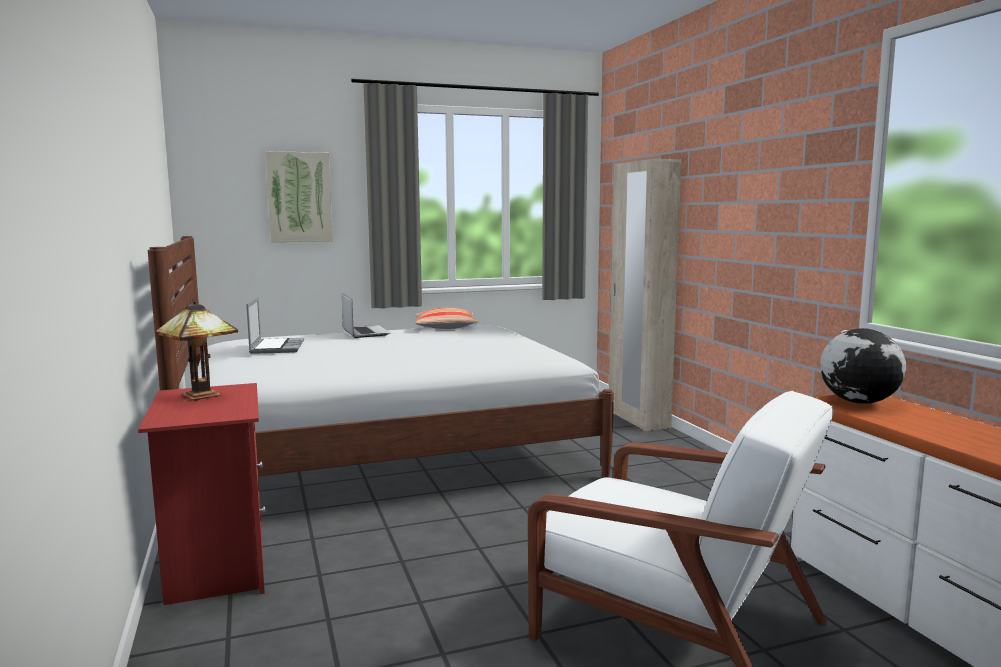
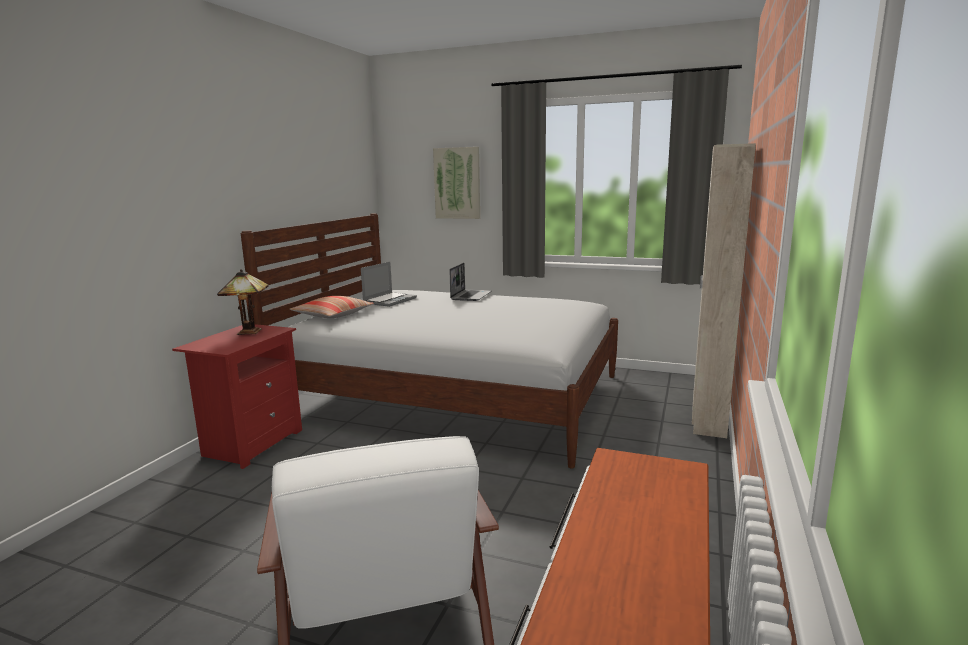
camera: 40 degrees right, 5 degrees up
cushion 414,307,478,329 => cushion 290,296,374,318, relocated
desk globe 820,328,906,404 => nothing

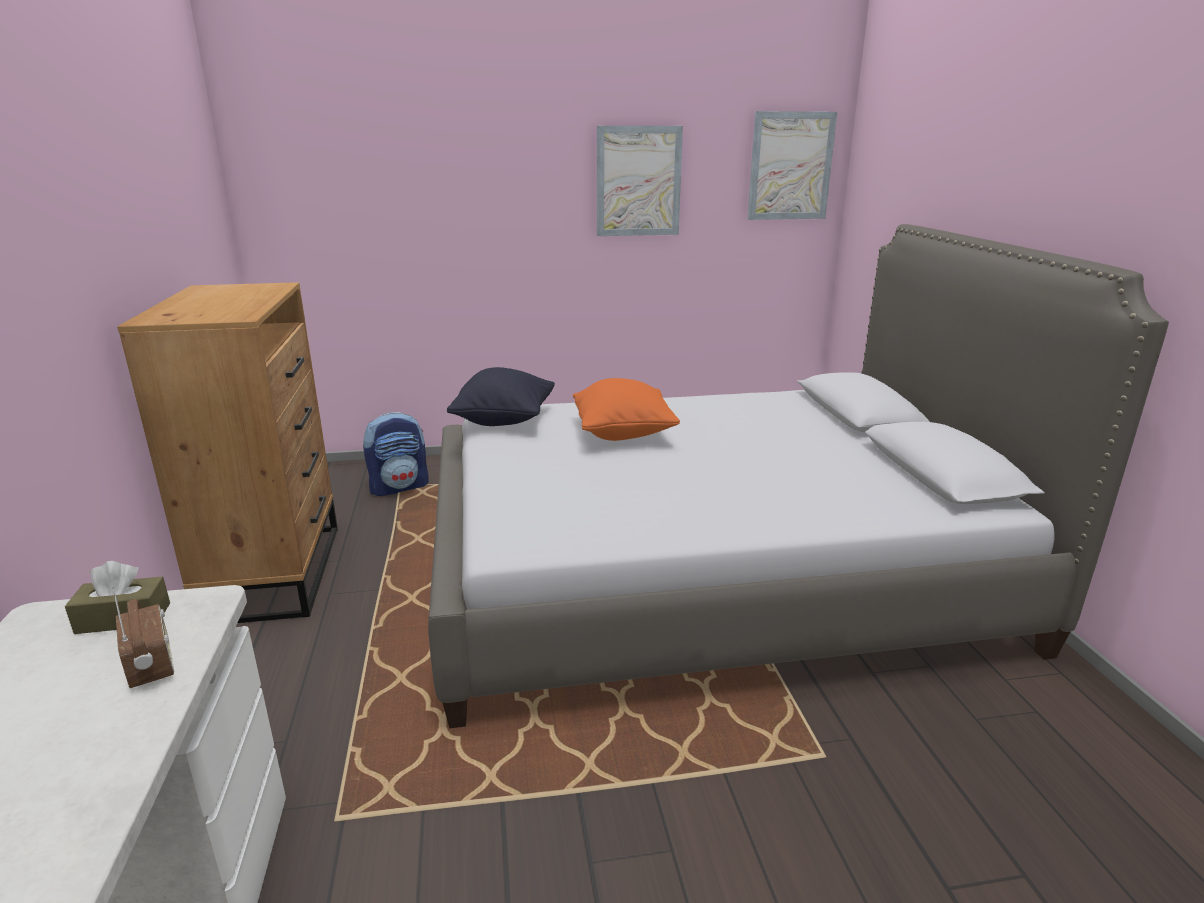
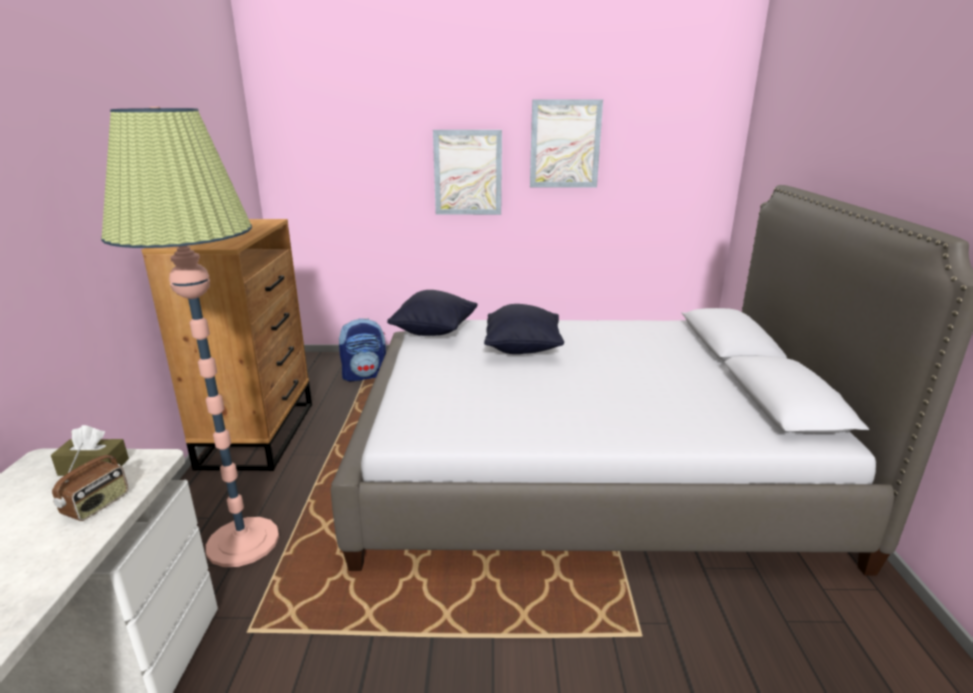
camera: 10 degrees right, 0 degrees up
radio 112,587,174,688 => radio 52,443,128,521, 45 degrees clockwise
nothing => floor lamp 101,107,279,567
wall picture 747,111,837,220 => wall picture 433,130,502,215, relocated
orangey cushion 573,378,680,441 => blackish cushion 484,304,564,354

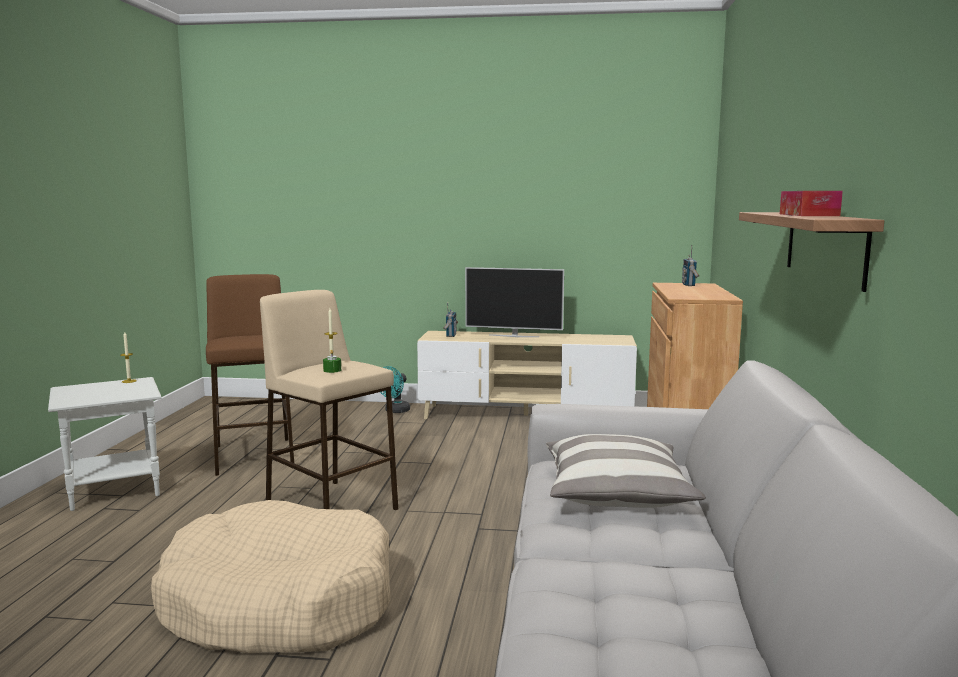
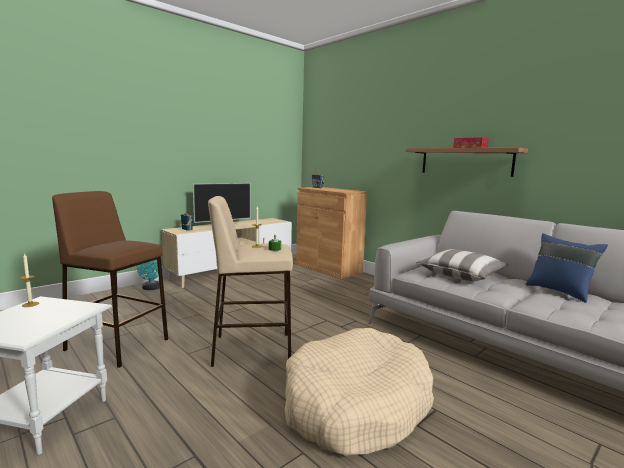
camera: 50 degrees left, 0 degrees up
nothing => bluish cushion 526,233,608,303

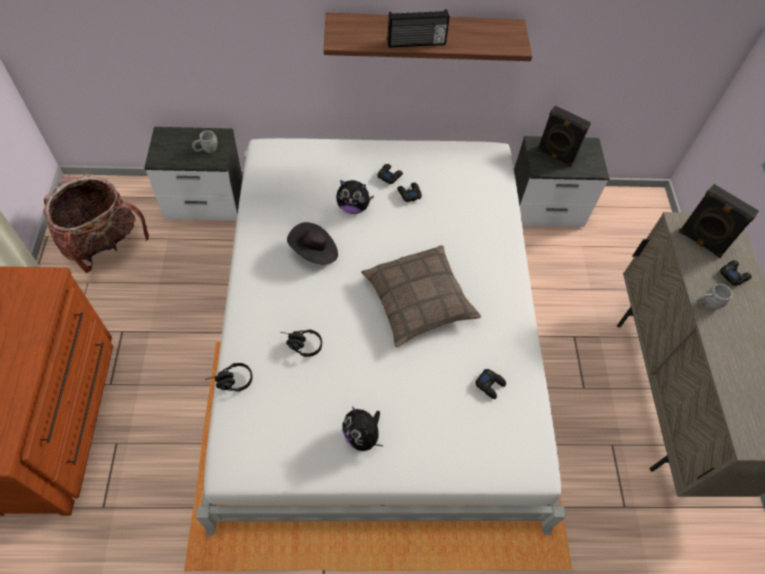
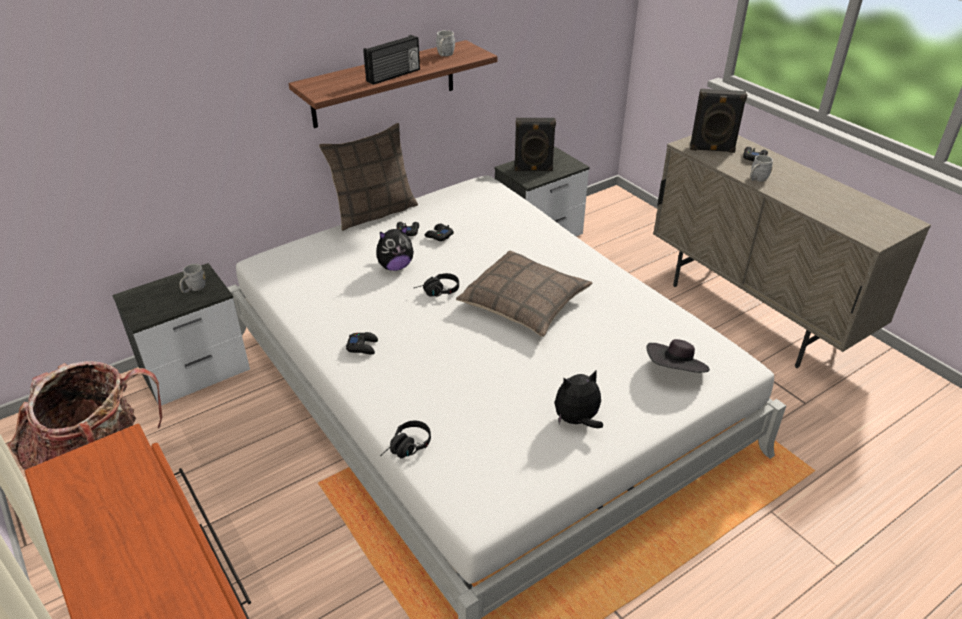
camera: 30 degrees left, 20 degrees down
nothing => cushion 319,123,418,231
blackish gamepad 475,369,506,399 => blackish gamepad 346,332,378,355, relocated
blackish pair of headphones 280,329,322,357 => blackish pair of headphones 414,273,459,297, relocated
nothing => greyish coffee mug 436,30,455,56
cuddly toy 342,406,384,451 => cuddly toy 555,369,603,428, 135 degrees clockwise
blackish hat 287,222,338,264 => blackish hat 646,339,710,373, relocated

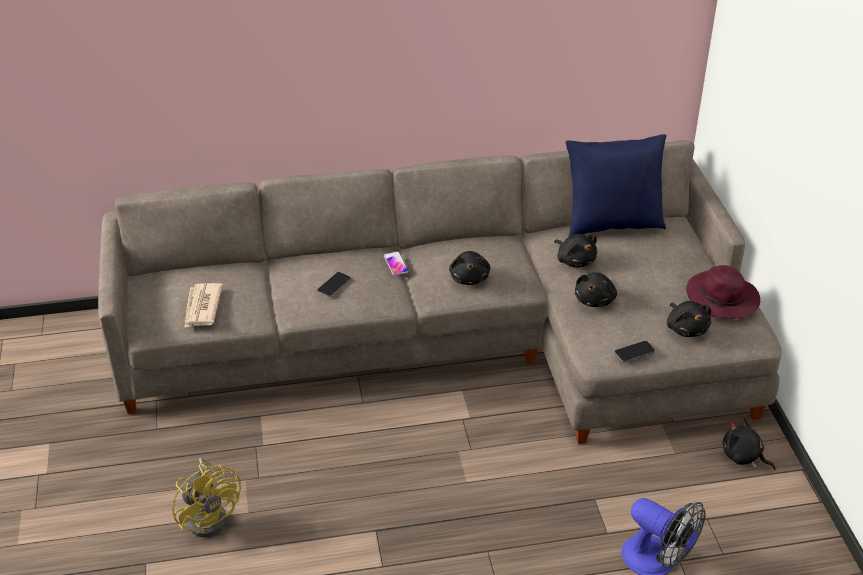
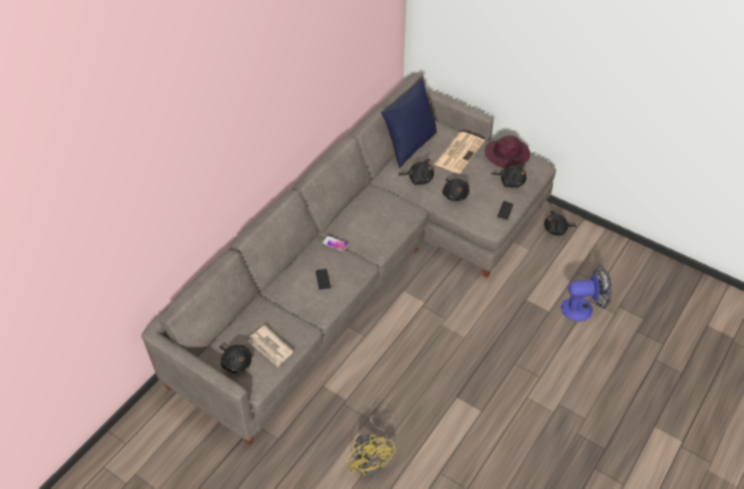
camera: 45 degrees left, 10 degrees up
blackish cuddly toy 449,251,490,285 => blackish cuddly toy 220,345,252,373, relocated
yellowish electric fan 172,457,241,537 => yellowish electric fan 347,415,396,476, 60 degrees clockwise
nothing => newspaper 434,132,485,174

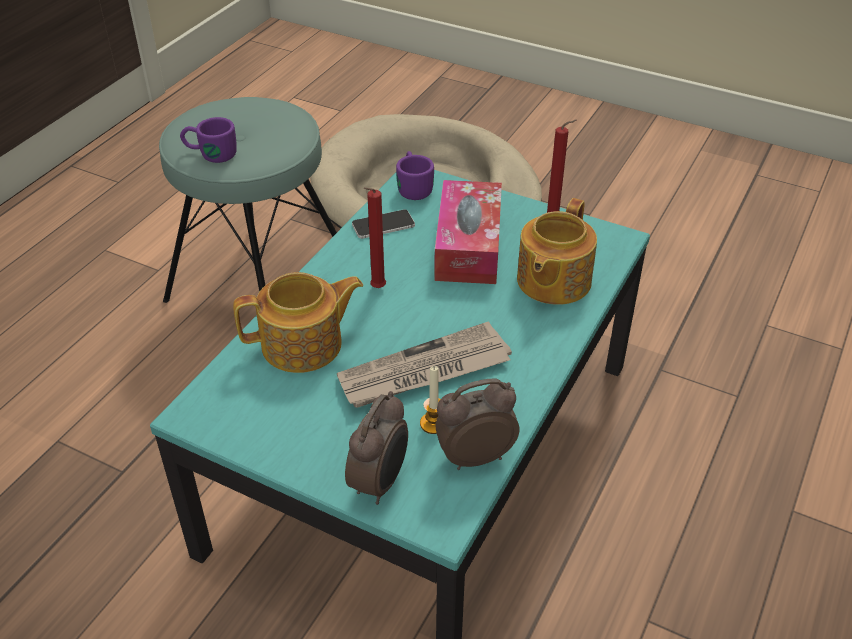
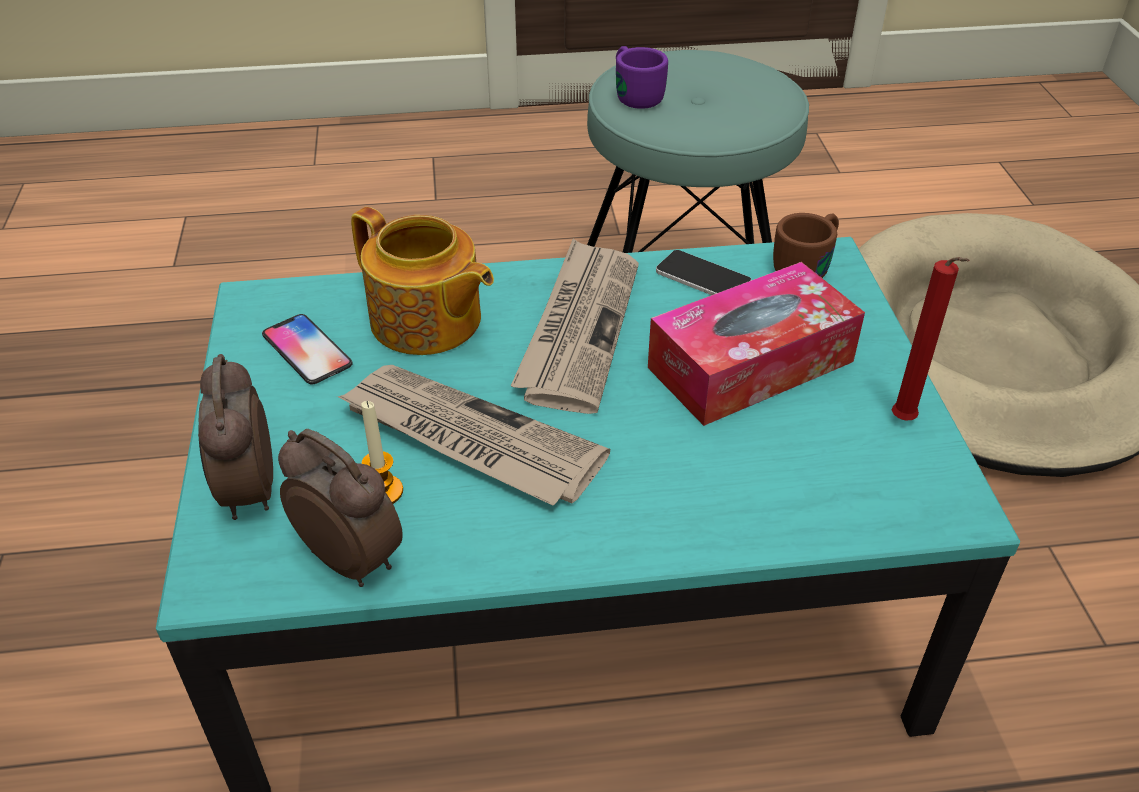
camera: 55 degrees right, 0 degrees up
bedside clock 345,391,408,505 => bedside clock 198,354,273,520, 90 degrees clockwise
nothing => phone 262,314,352,384
red wax candle 363,187,386,288 => newspaper 511,238,639,414
purplish coffee mug 396,151,434,200 => brown-coloured coffee mug 773,213,839,278
pot for tea 517,198,597,305 => nothing

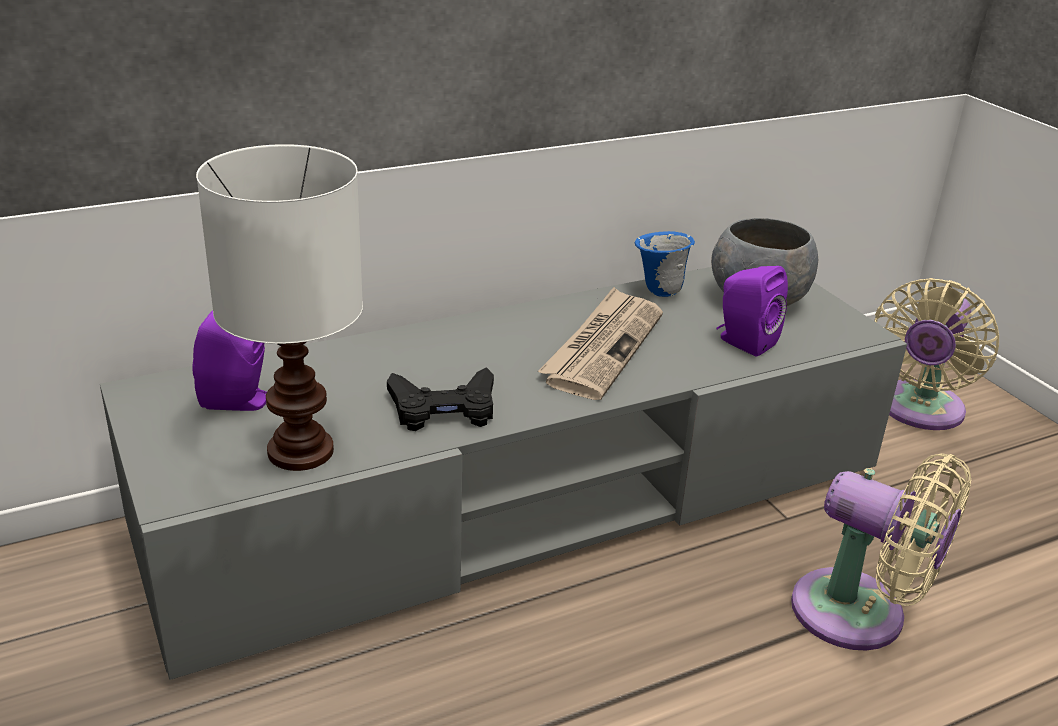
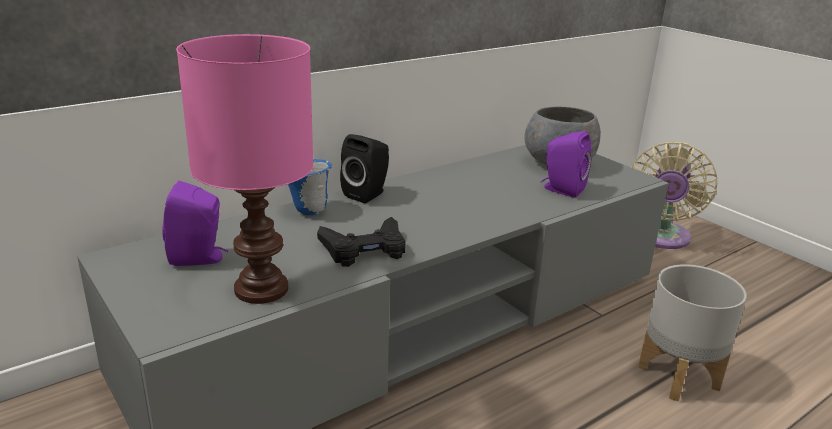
camera: 10 degrees left, 5 degrees down
white-coloured table lamp 196,144,363,471 => pink table lamp 176,34,314,304
bluish coffee mug 634,231,695,297 => bluish coffee mug 288,159,332,215, relocated
nothing => blackish speaker 340,134,389,203
beige-coloured electric fan 791,453,971,651 => greyish flower pot 638,264,747,401
newspaper 538,287,663,400 => nothing

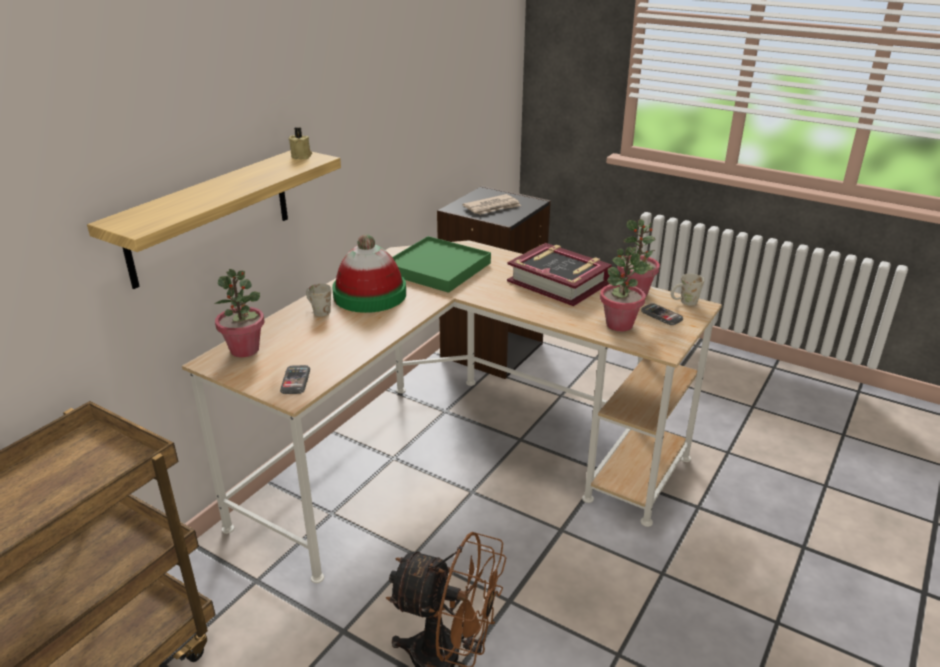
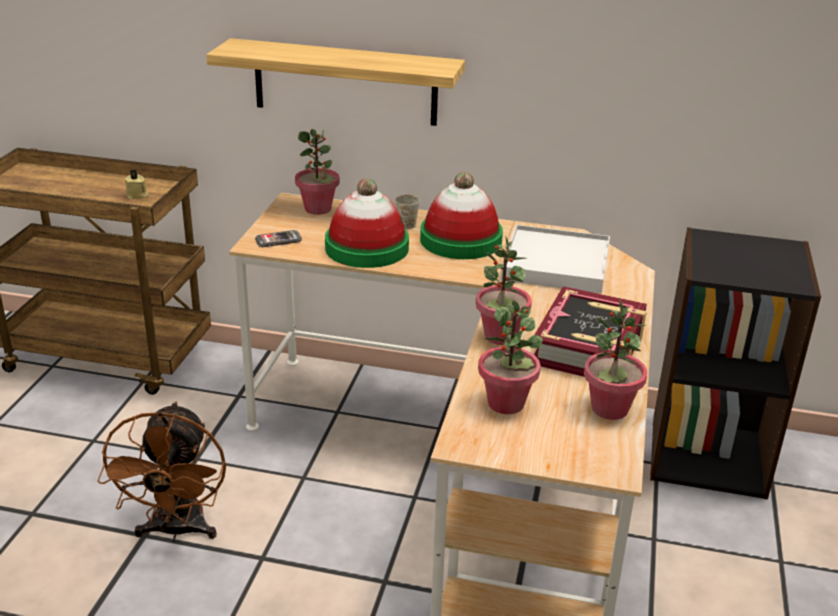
camera: 70 degrees right, 0 degrees up
beige-coloured wax candle 288,127,312,160 => beige-coloured wax candle 125,169,149,199, relocated
nothing => hat 325,178,409,268
nothing => plant in a pot 476,236,532,345
greenish serving tray 392,236,491,293 => white-coloured serving tray 501,225,610,293
newspaper 463,194,521,215 => nothing
phone 641,304,683,325 => nothing
white-coloured coffee mug 671,274,704,306 => nothing

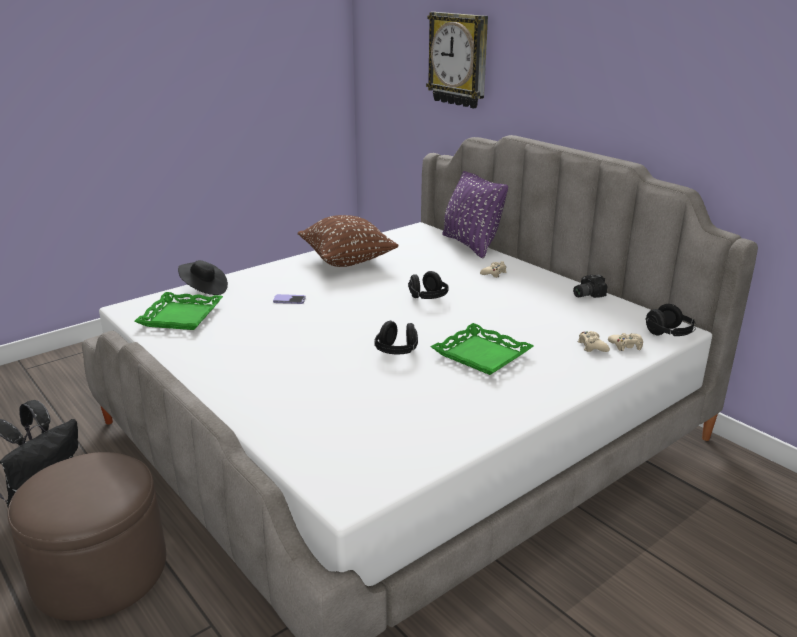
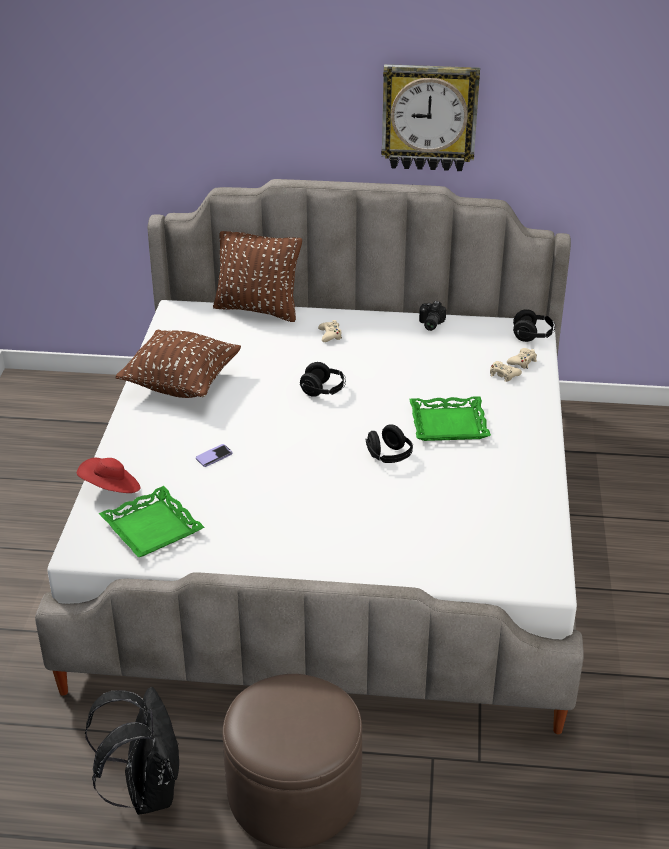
camera: 45 degrees left, 10 degrees up
blackish hat 178,260,228,295 => red hat 77,458,141,493
purplish cushion 442,171,508,258 => brown-coloured cushion 213,231,302,322
hanging clock 426,12,488,109 => hanging clock 381,64,480,171, relocated

